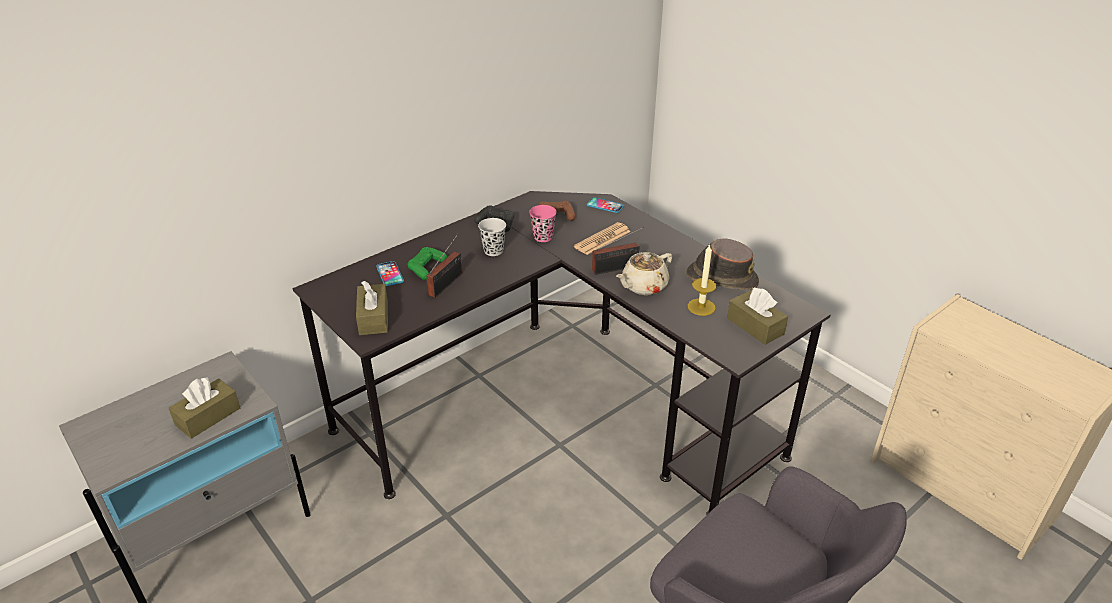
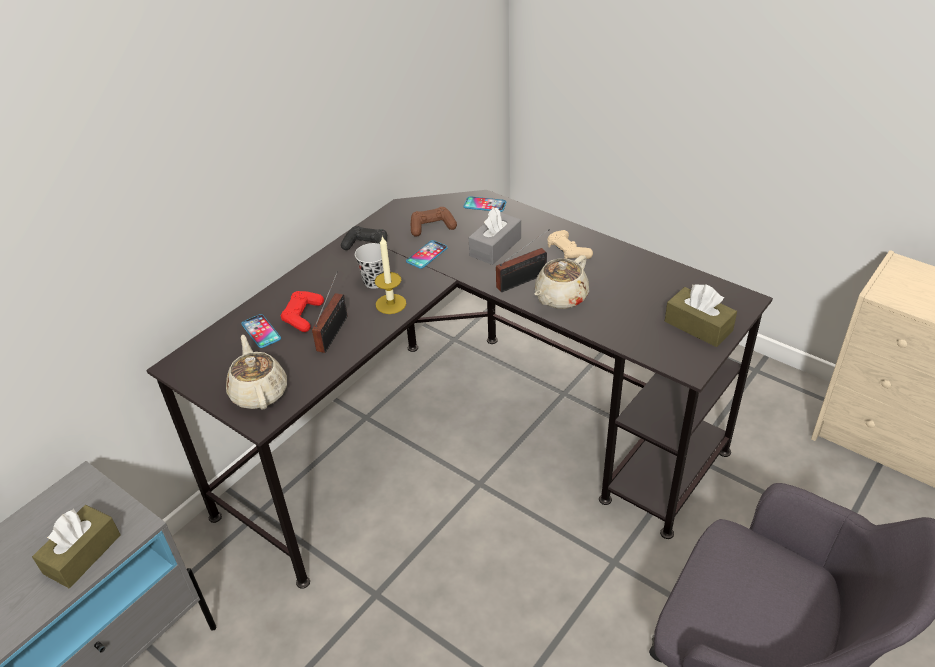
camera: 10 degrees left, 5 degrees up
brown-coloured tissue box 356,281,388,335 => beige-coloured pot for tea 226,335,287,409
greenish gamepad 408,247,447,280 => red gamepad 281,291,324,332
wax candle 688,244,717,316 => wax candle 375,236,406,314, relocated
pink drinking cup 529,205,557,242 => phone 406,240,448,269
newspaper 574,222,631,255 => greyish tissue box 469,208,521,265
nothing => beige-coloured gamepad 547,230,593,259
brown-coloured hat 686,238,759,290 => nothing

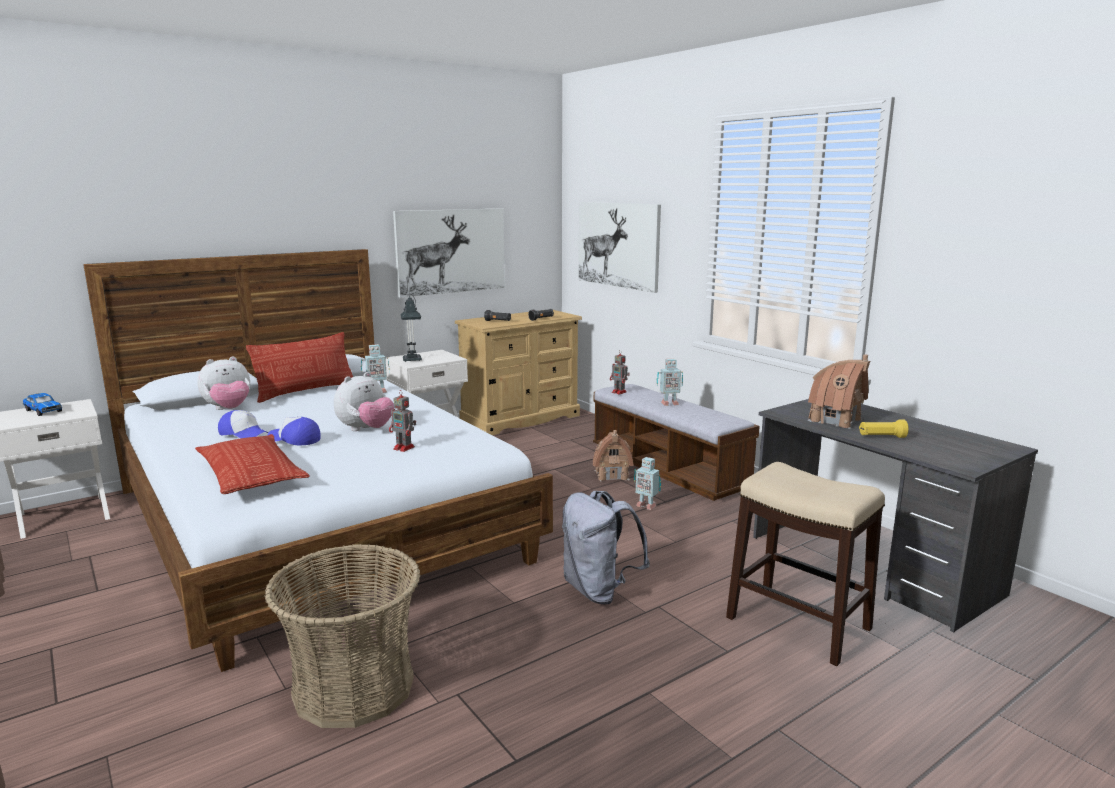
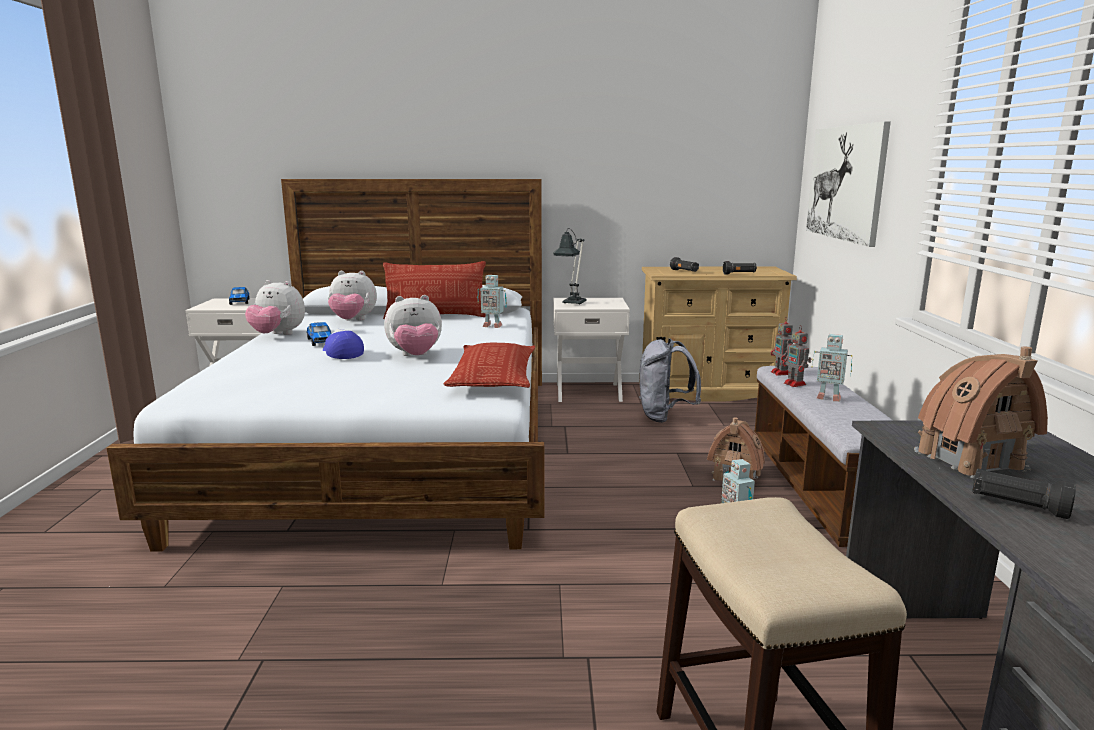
camera: 35 degrees right, 0 degrees up
nothing => cuddly toy 245,280,305,335
baseball cap 218,410,269,438 => model car 307,322,332,346
cushion 195,434,310,494 => cushion 443,343,535,388, relocated
greyish knapsack 562,491,650,605 => greyish knapsack 639,338,701,423, relocated
model robot 389,391,416,452 => model robot 783,326,811,387, relocated
yellowish torch 859,420,909,438 => blackish torch 972,469,1076,519
household basket 265,544,421,728 => nothing
wall picture 393,209,505,298 => nothing

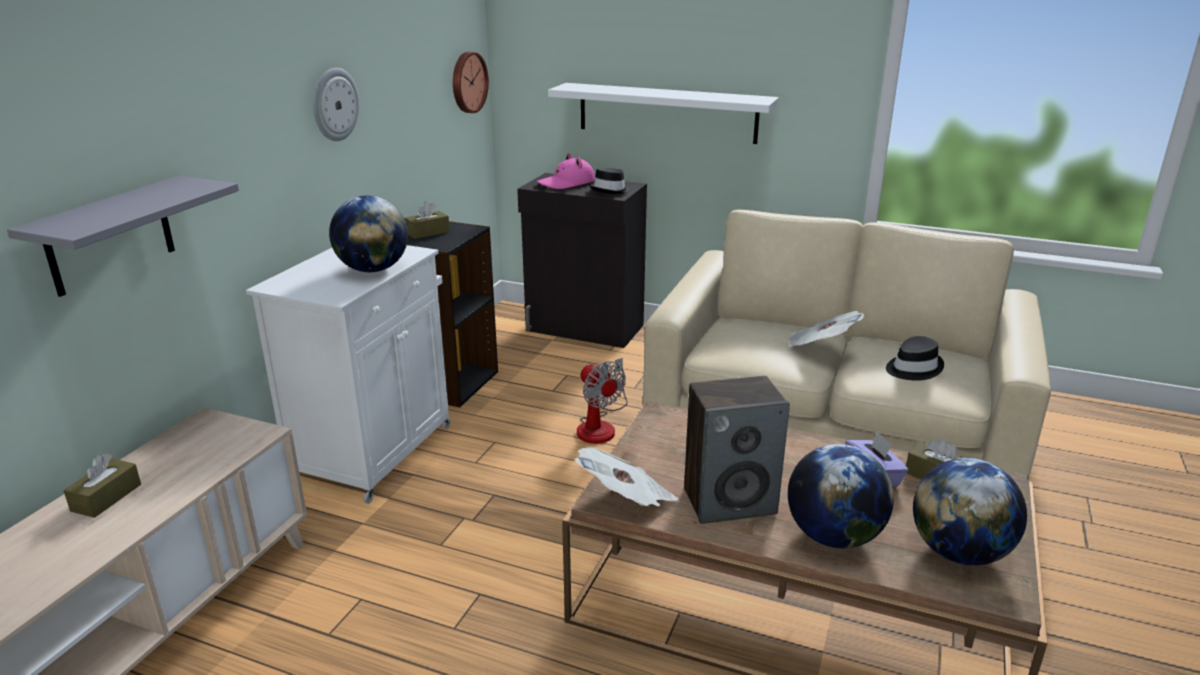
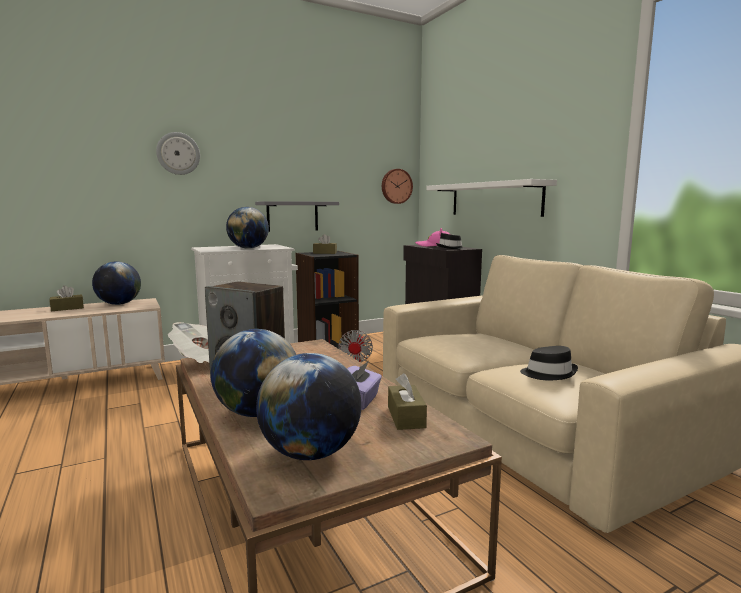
camera: 40 degrees right, 15 degrees down
nothing => desk globe 92,261,141,305
hanging clock 313,68,360,141 => hanging clock 156,132,200,175, relocated
greyish bracket shelf 7,176,239,297 => greyish bracket shelf 255,201,339,232, relocated
newspaper 789,311,864,347 => nothing

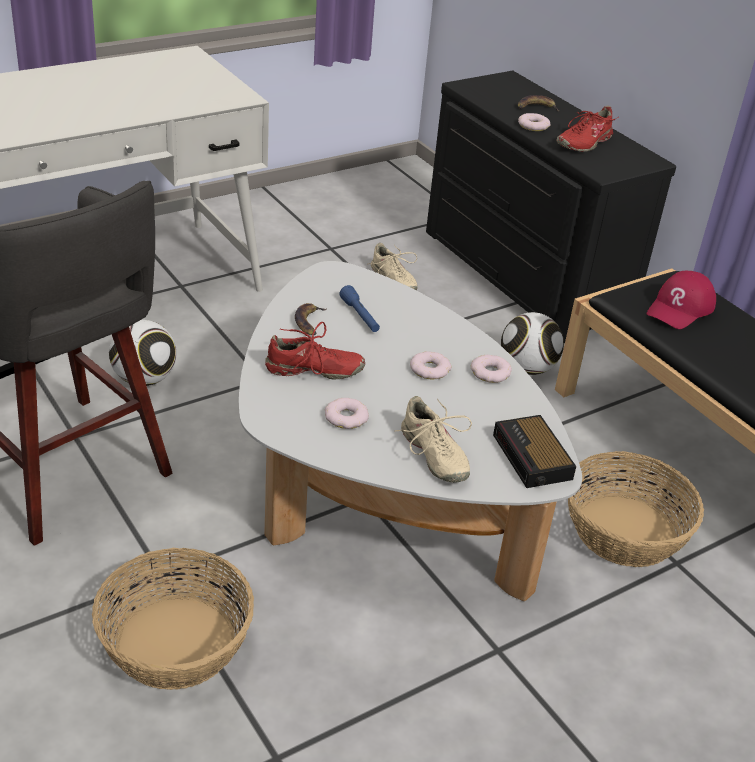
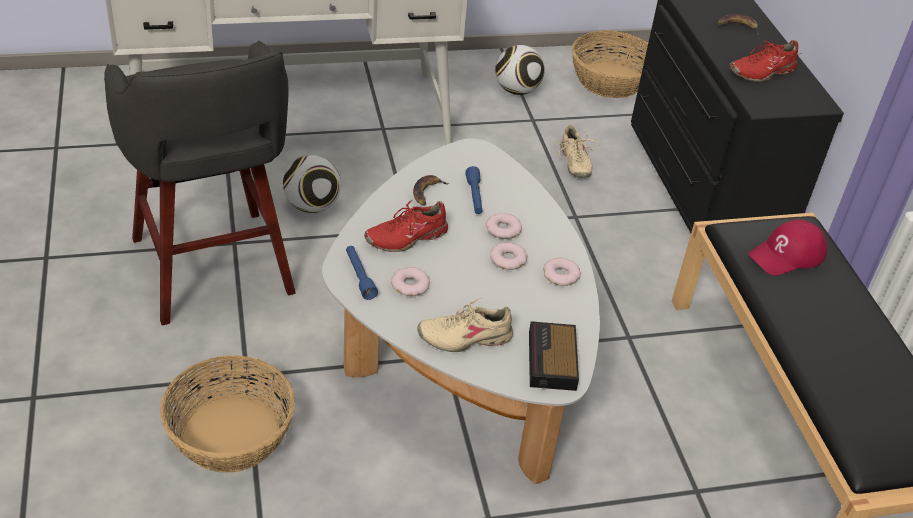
camera: 20 degrees right, 5 degrees up
nothing => bluish torch 346,246,378,300
red shoe 265,322,365,380 => red shoe 364,200,448,252, 135 degrees clockwise
beige-coloured shoe 394,396,472,483 => beige-coloured shoe 417,298,513,352, 90 degrees clockwise
donut 518,113,550,131 => donut 486,213,522,239, relocated
football 501,312,564,375 => football 495,45,545,95, relocated
household basket 568,451,704,567 => household basket 572,31,648,98, relocated

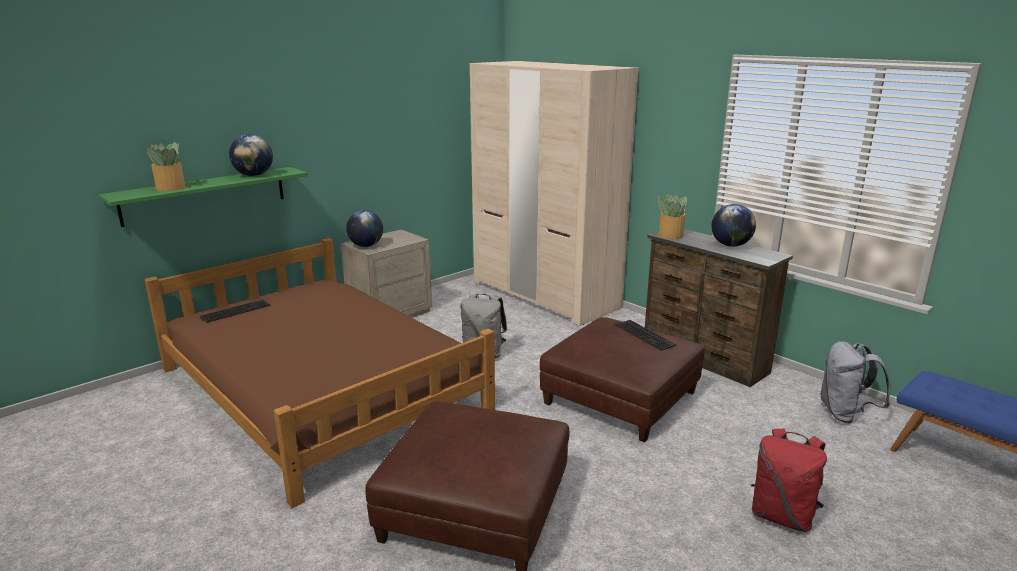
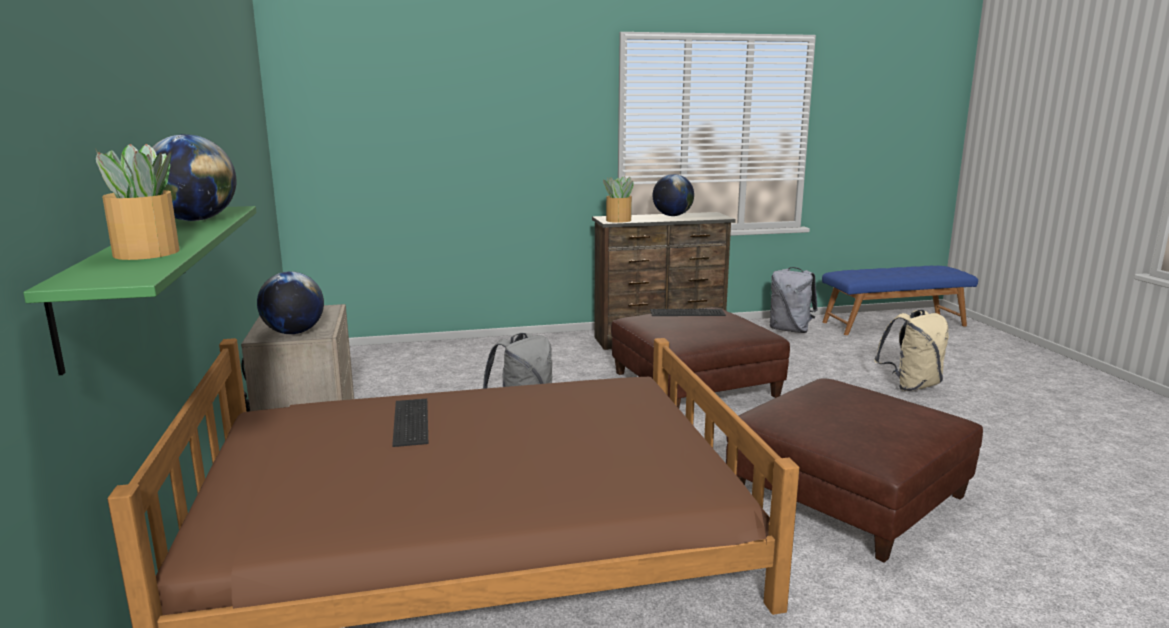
camera: 60 degrees left, 5 degrees down
computer keyboard 200,300,271,323 => computer keyboard 392,399,428,447, relocated
red knapsack 751,428,827,532 => beige-coloured knapsack 874,310,949,391
beige-coloured clothes cupboard 470,61,639,326 => nothing

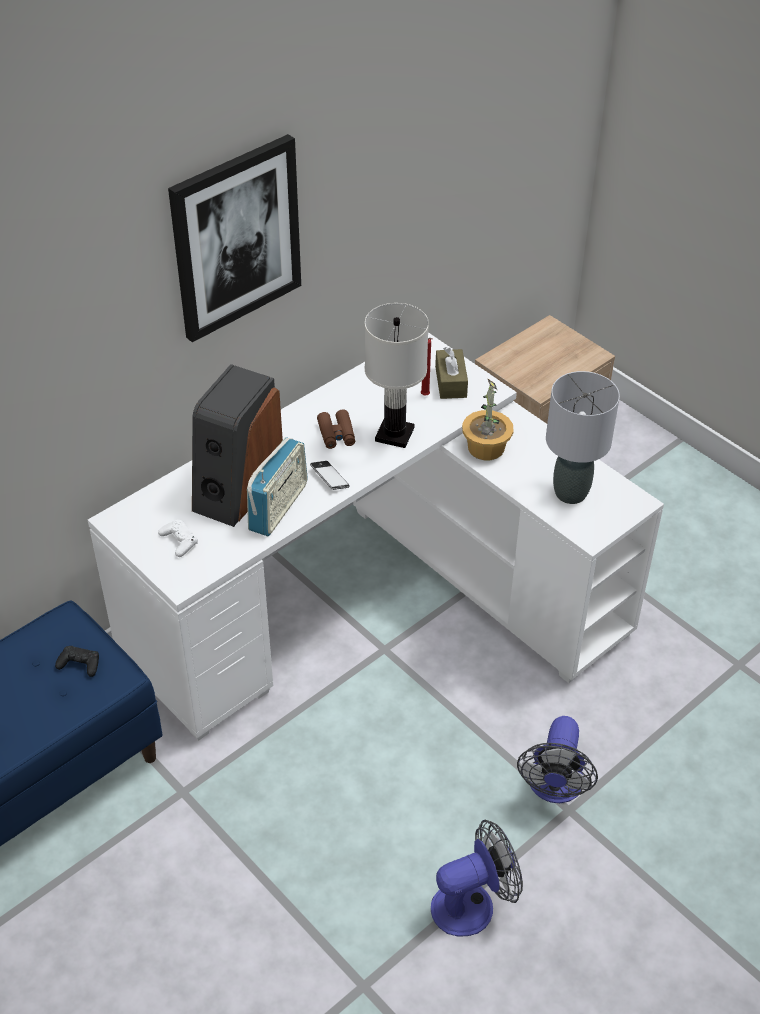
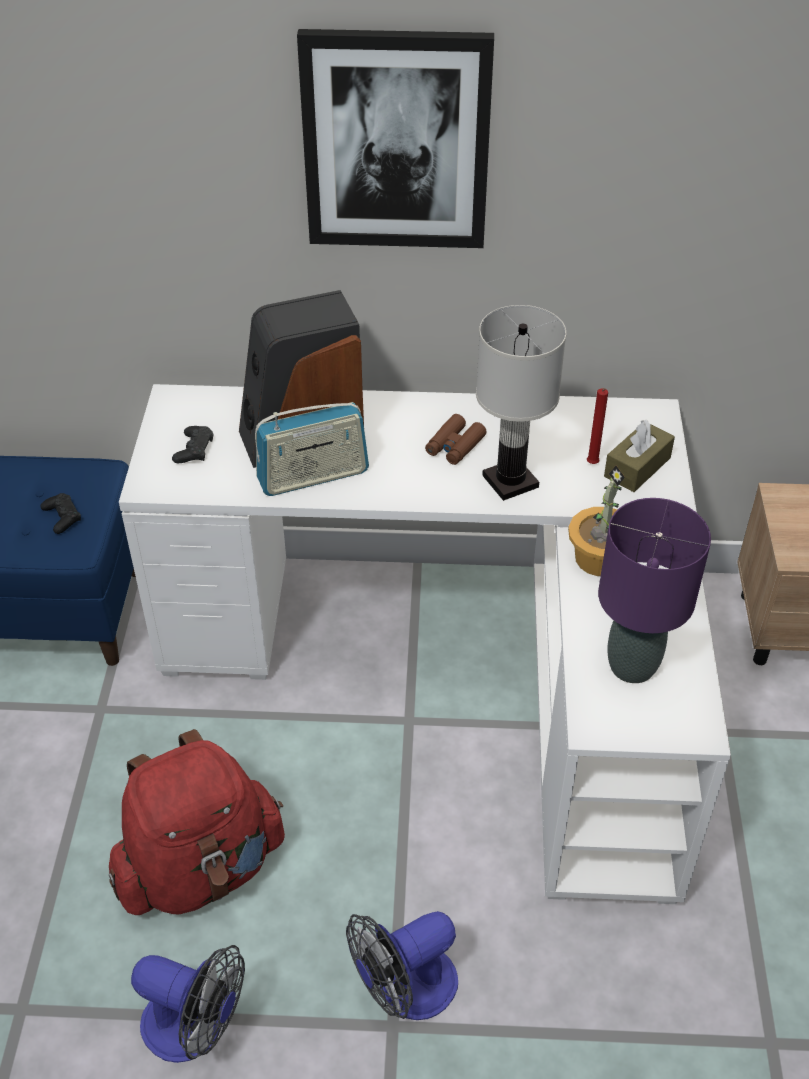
camera: 45 degrees right, 0 degrees up
nothing => red knapsack 109,729,285,915
white-coloured gamepad 158,520,198,557 => blackish gamepad 172,426,214,463
greyish table lamp 546,371,620,504 => purplish table lamp 598,498,711,683
phone 310,461,350,490 => nothing

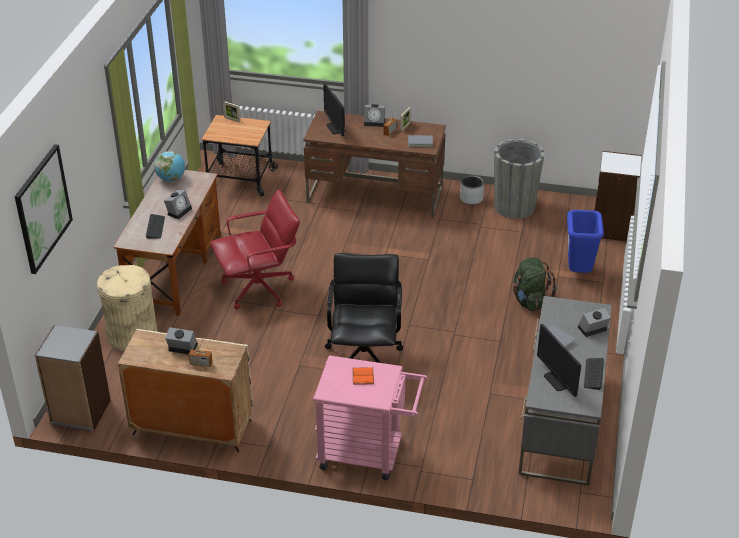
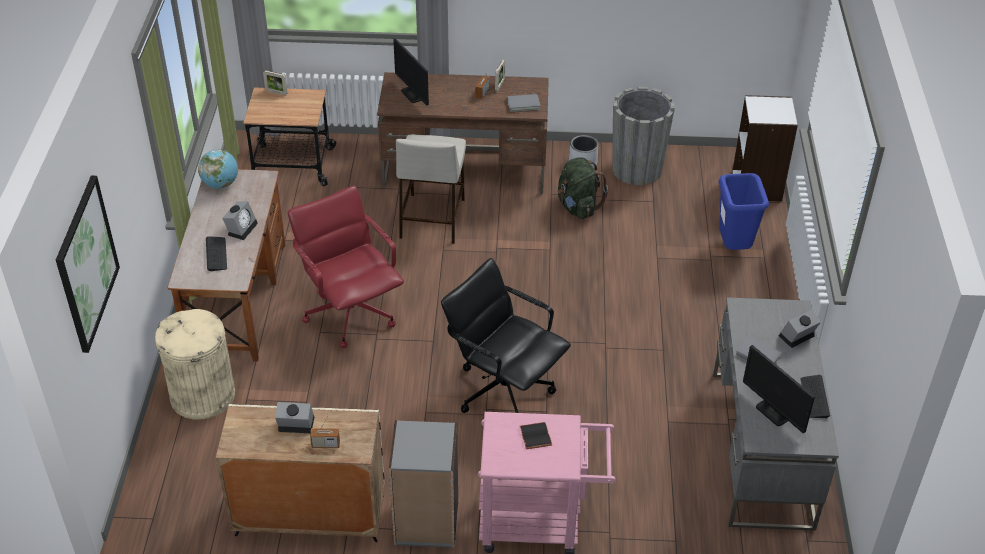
camera: 10 degrees left, 5 degrees up
red desk chair 210,190,300,309 => red desk chair 288,186,404,348, 90 degrees counterclockwise
greyish bookcase 35,325,111,431 => greyish bookcase 389,420,458,548, relocated
nothing => beige-coloured stool seat 396,135,466,244
blackish desk chair 325,253,403,363 => blackish desk chair 441,258,571,413, 45 degrees counterclockwise
orangey volume 352,367,374,385 => blackish volume 520,422,552,449
greenish knapsack 512,257,557,311 => greenish knapsack 557,157,608,219, relocated
bedside clock 364,104,385,127 => nothing

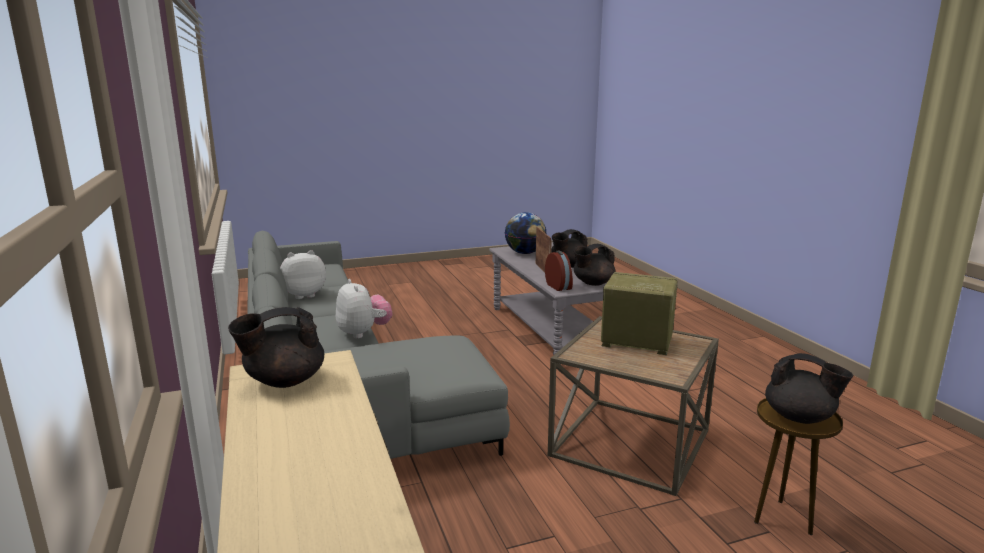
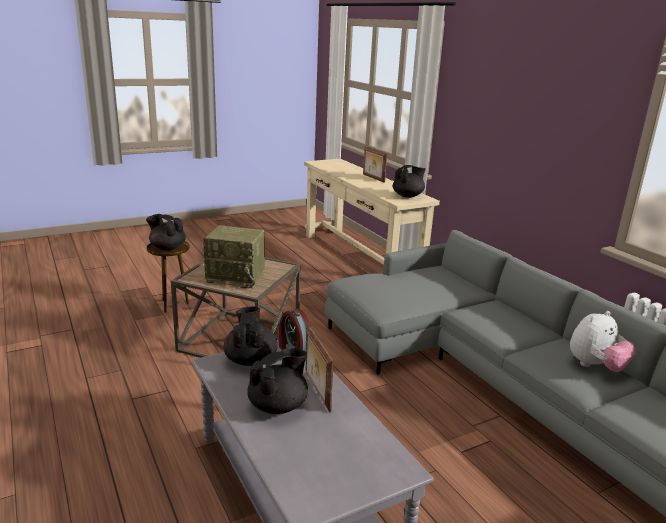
camera: 170 degrees right, 5 degrees up
blackish pot for tea 574,244,616,286 => blackish pot for tea 224,306,278,366, 60 degrees counterclockwise
nothing => picture frame 363,146,387,183
cuddly toy 336,279,393,339 => nothing
desk globe 505,212,546,254 => nothing

